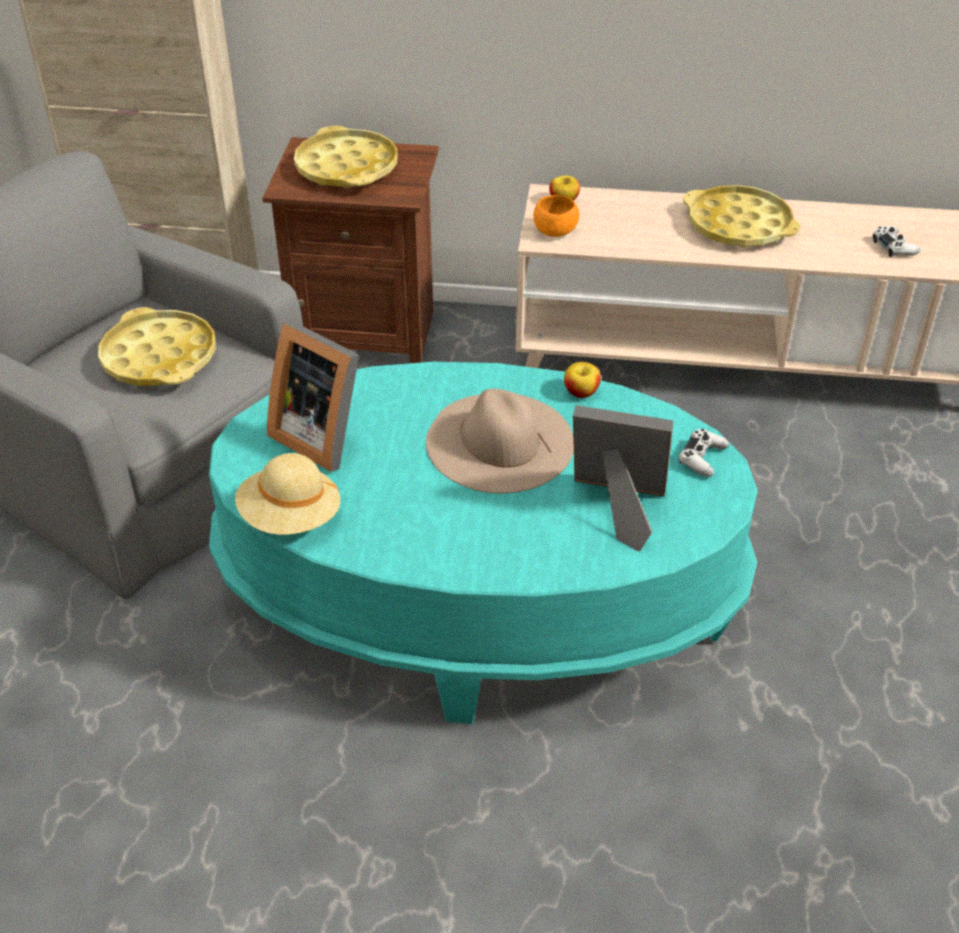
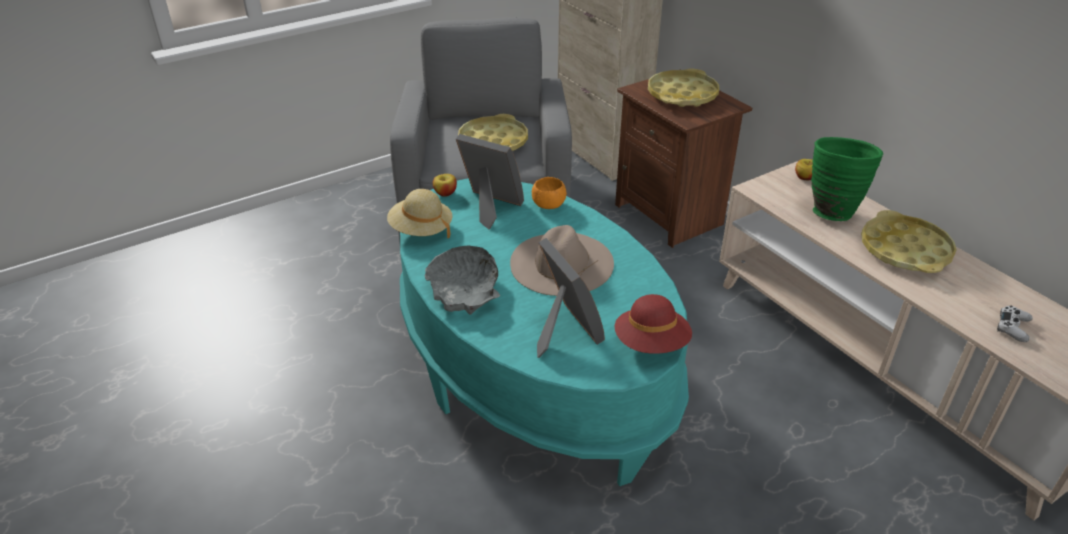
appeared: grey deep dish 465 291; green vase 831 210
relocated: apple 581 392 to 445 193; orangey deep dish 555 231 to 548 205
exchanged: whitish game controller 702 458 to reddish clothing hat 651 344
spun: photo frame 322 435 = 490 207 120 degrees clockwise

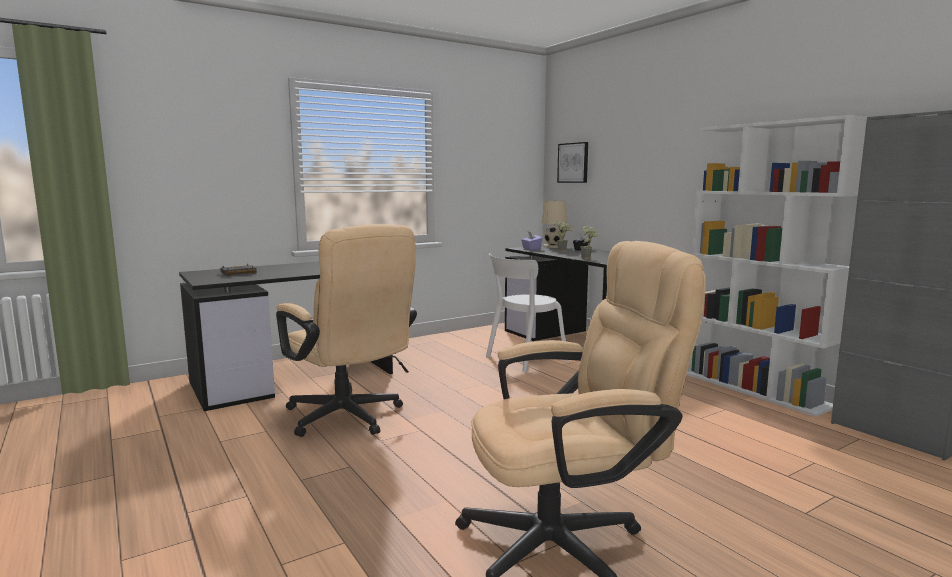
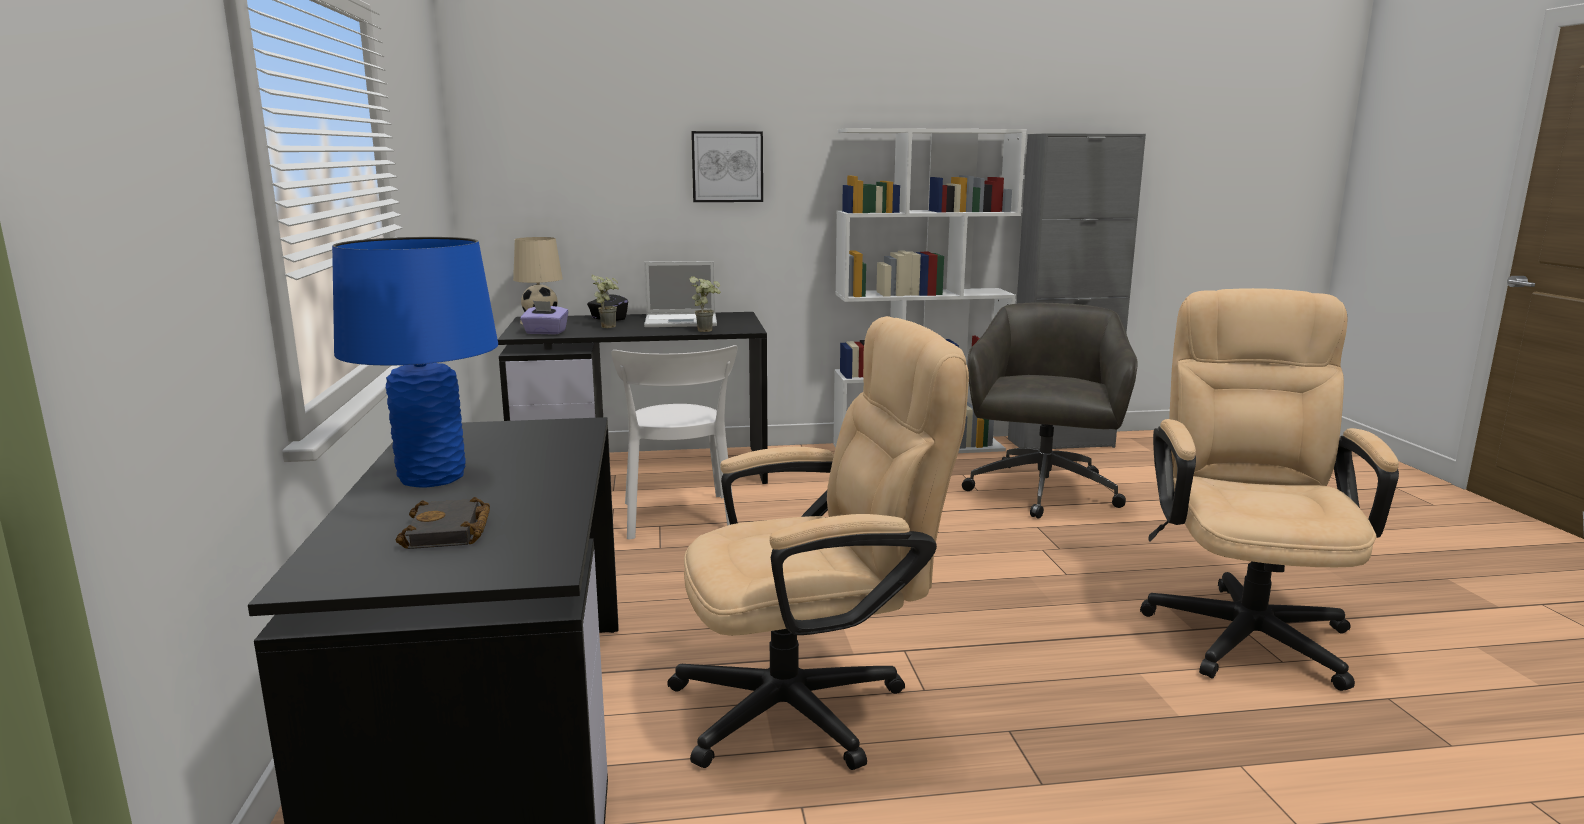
appeared: bluish lamp for a table 432 478; portable computer 682 321; grey desk chair 1042 493
relocated: picture 573 163 to 727 166

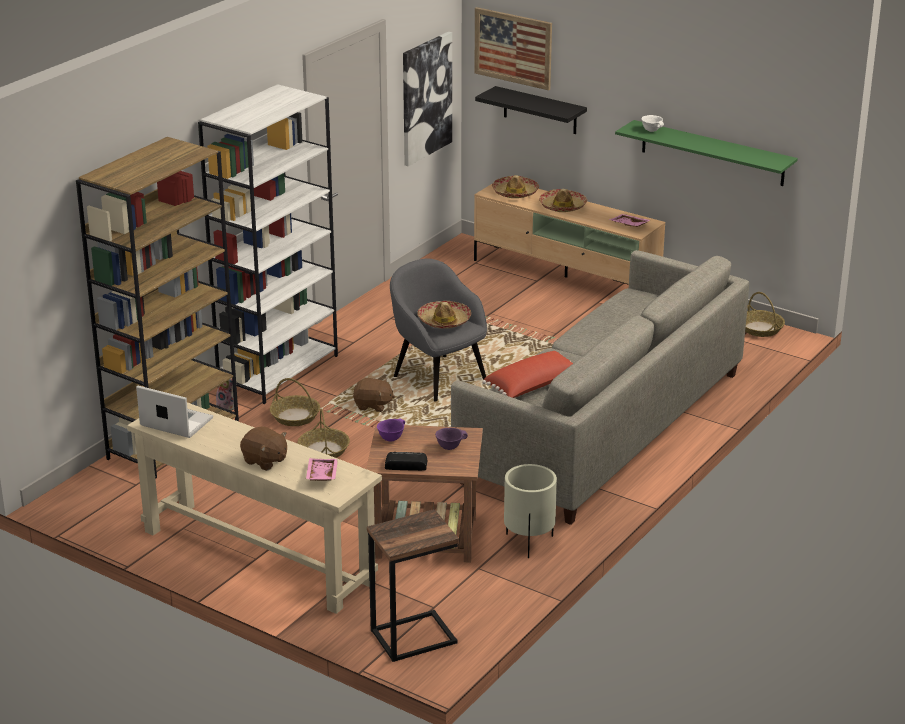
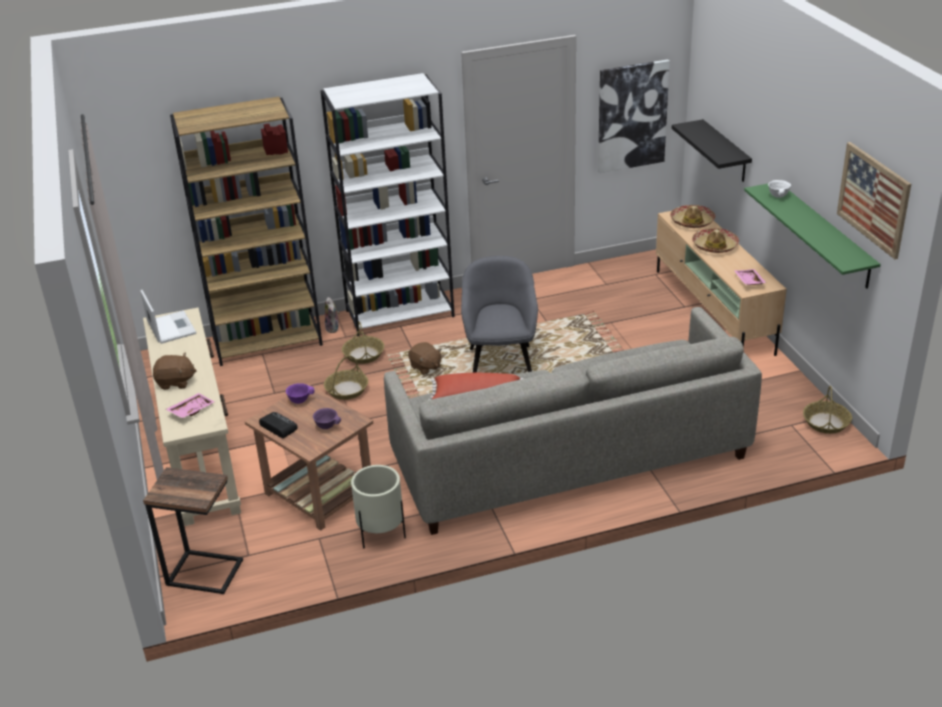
missing: clothing hat 444 321
relocated: picture 513 48 to 873 199
spun: brown cuddly toy 265 461 = 175 382 75 degrees counterclockwise

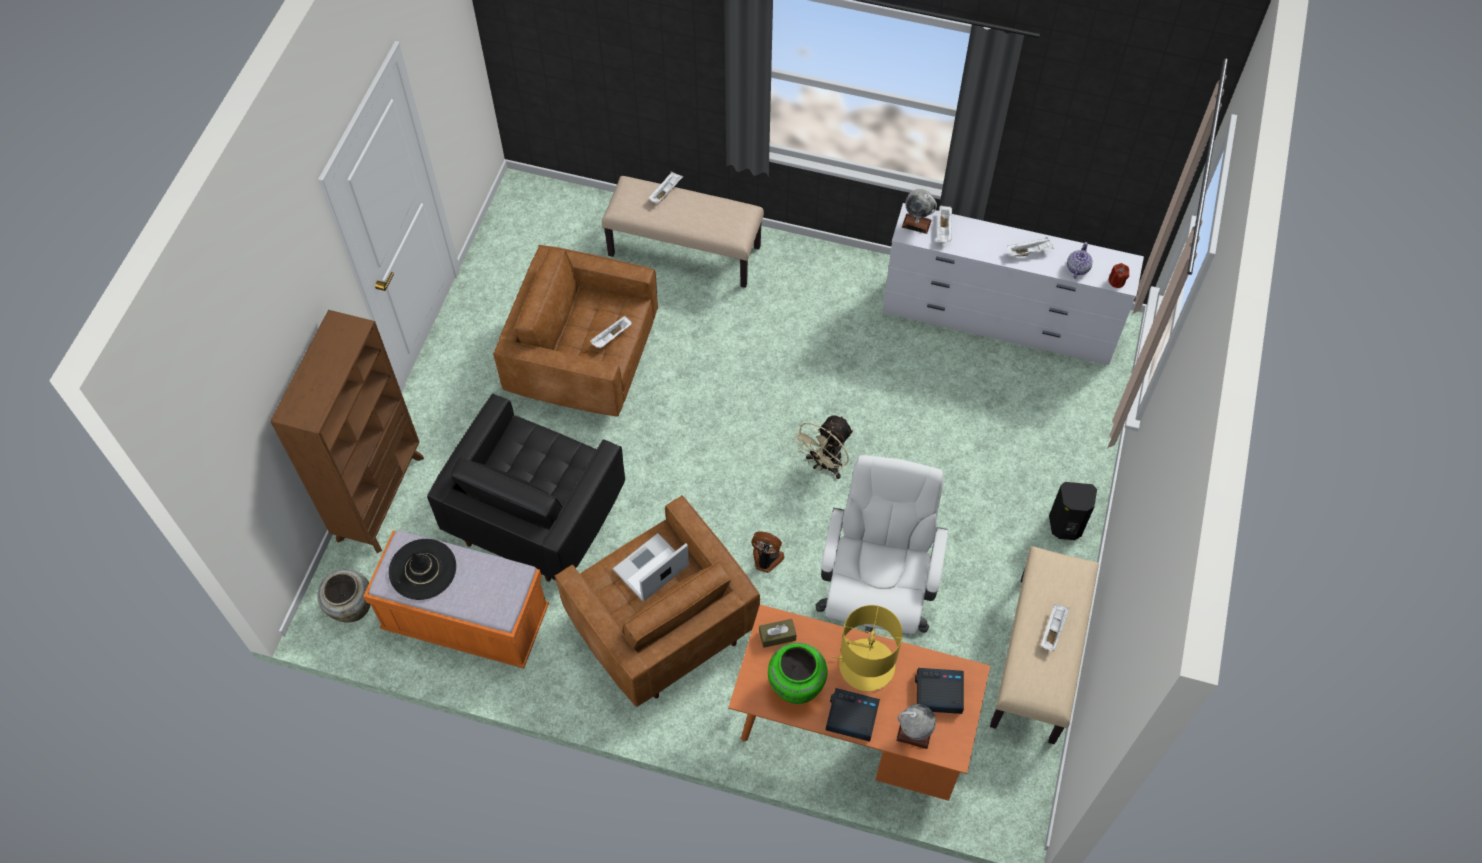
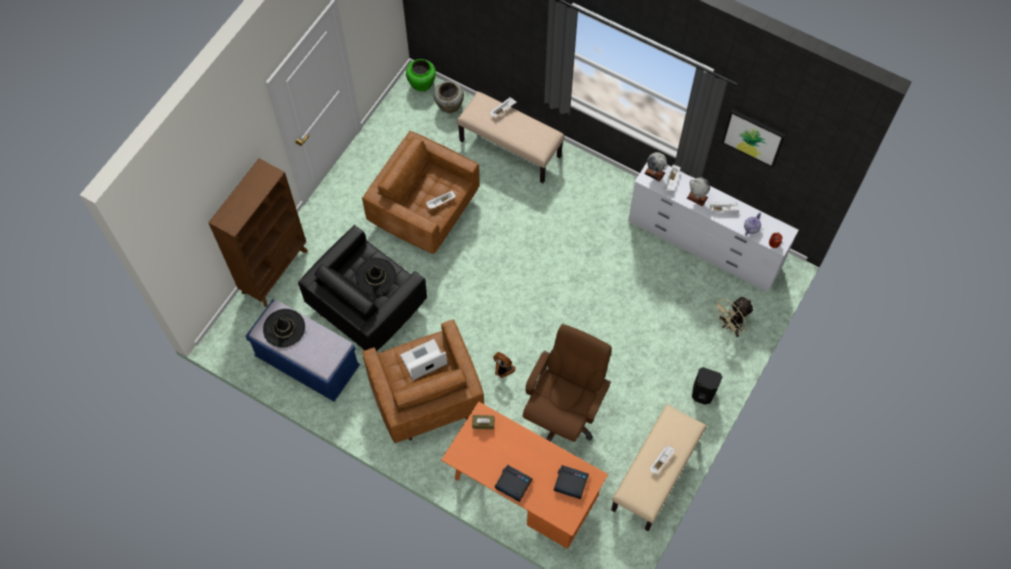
missing: yellow lamp for a table 866 665
appeared: blackish clothing hat 375 276; picture 753 137
relocated: green vase 796 685 to 422 83; sand-coloured vase 351 608 to 449 106; desk globe 913 734 to 697 197; sand-coloured cooling fan 824 465 to 730 326
colour: orangey bench 466 620 to bluish bench 308 362; whitish desk chair 874 601 to brown desk chair 563 412

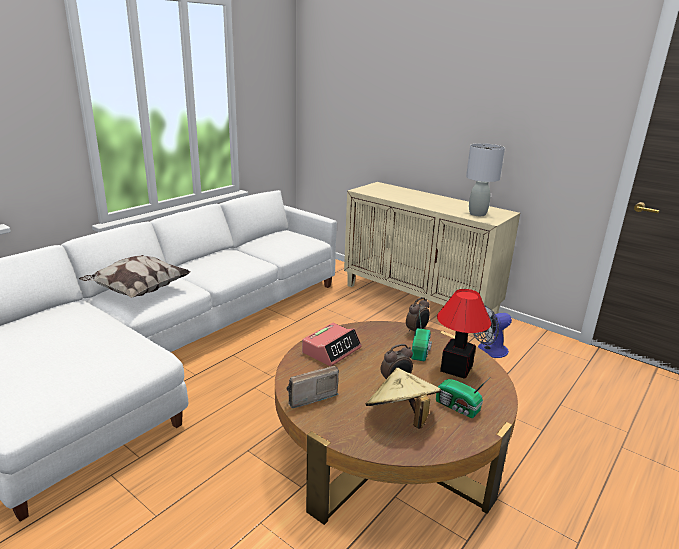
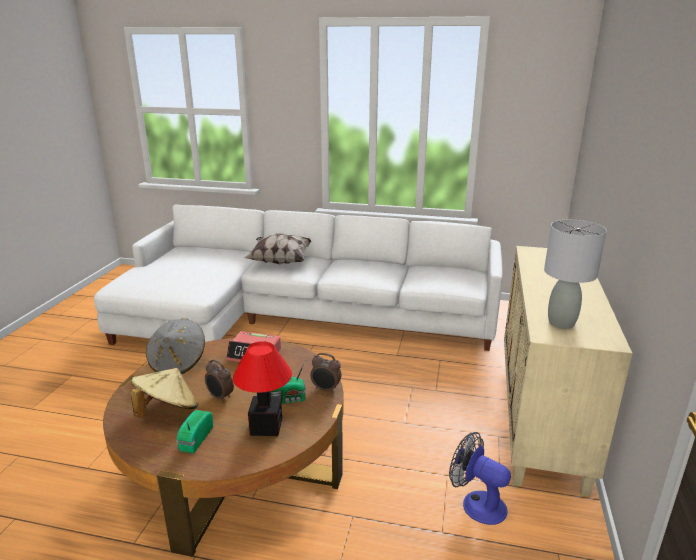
exchanged: radio 308 396 to grey clothing hat 178 363

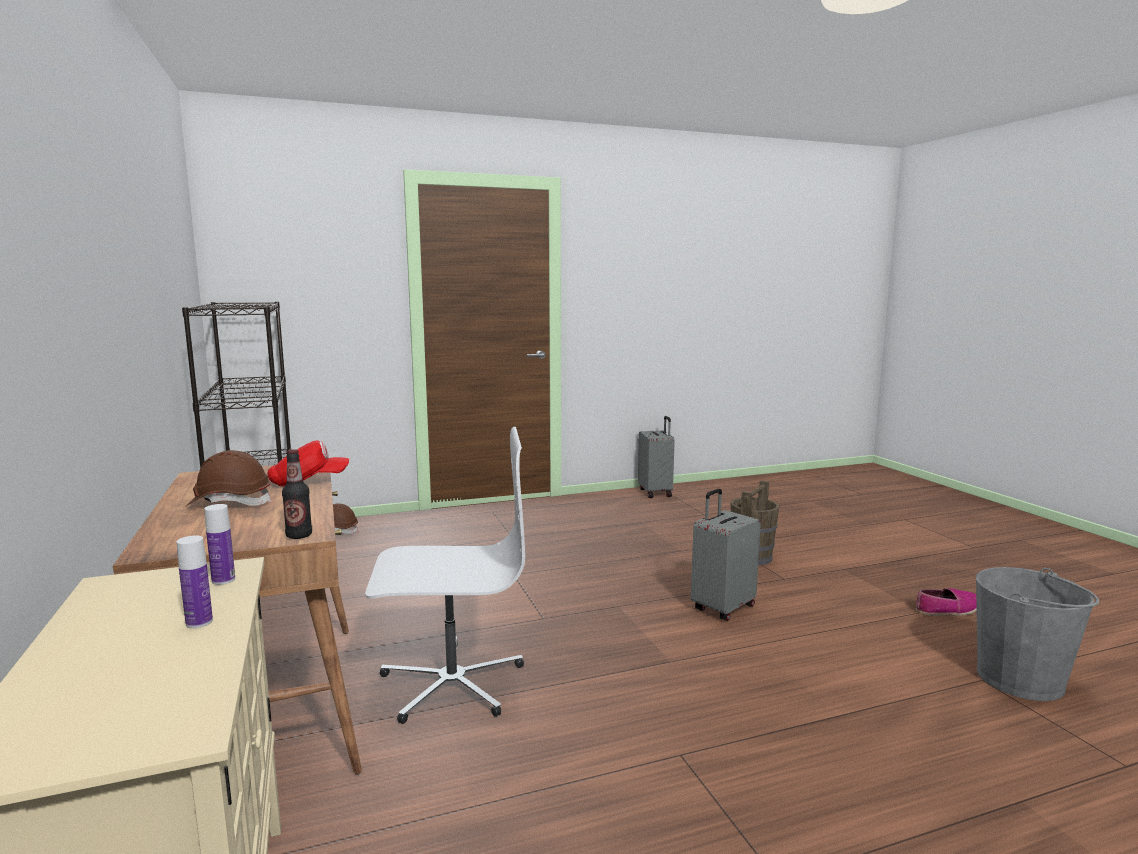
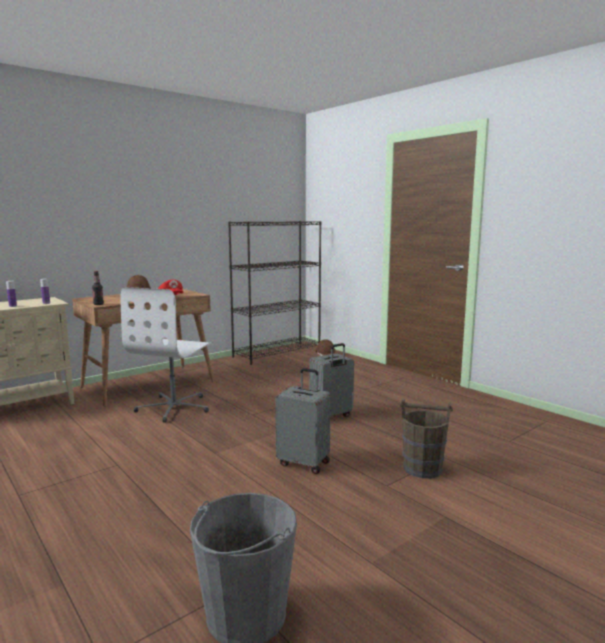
missing: item of footwear 947 609
relocated: grey suitcase 656 492 to 331 416
spun: whitish desk chair 451 682 = 174 408 45 degrees clockwise

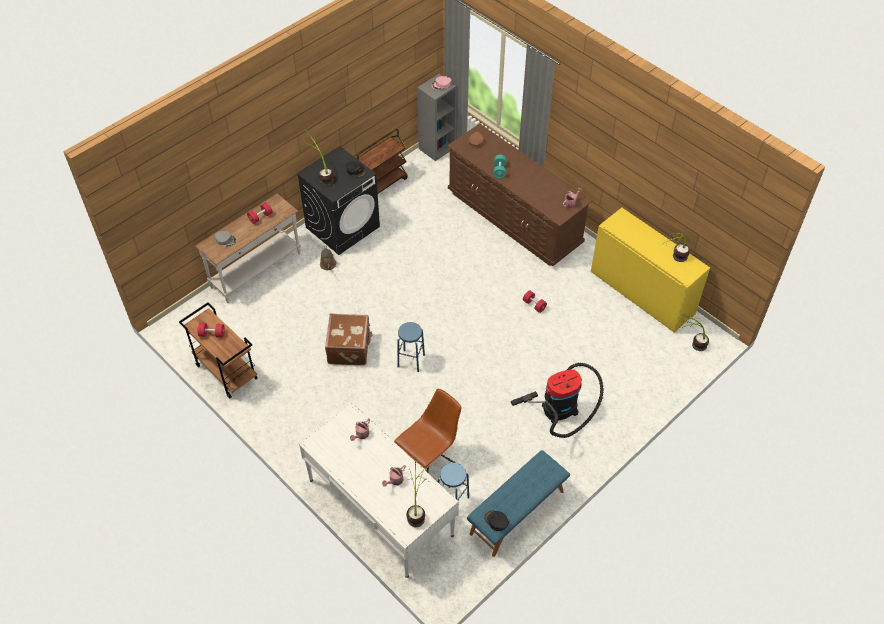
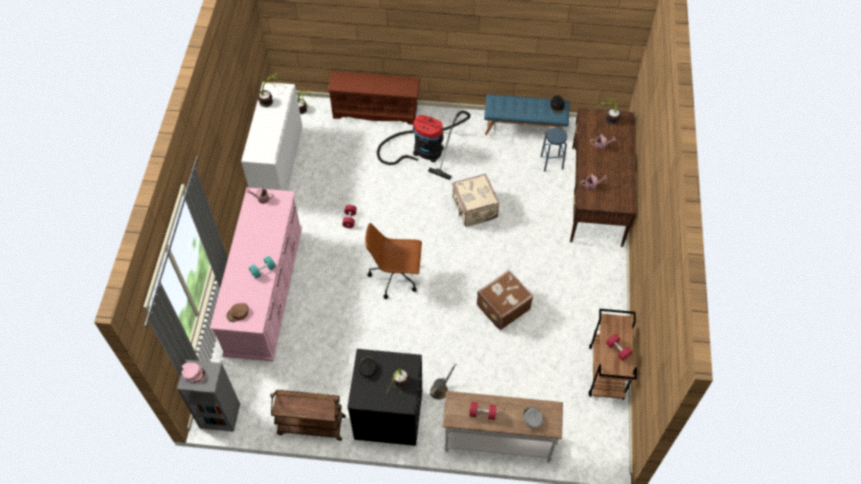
missing: bluish stool seat 411 361
appeared: brown shoe shelf 376 112; sand-coloured suitcase 474 208
relocated: brown desk chair 430 459 to 396 276
colour: brown drawer chest 514 218 to pink-coloured drawer chest 265 292; yellow storage cabinet 642 293 to whitish storage cabinet 278 164; whitish desk unit 380 507 to brown desk unit 596 195

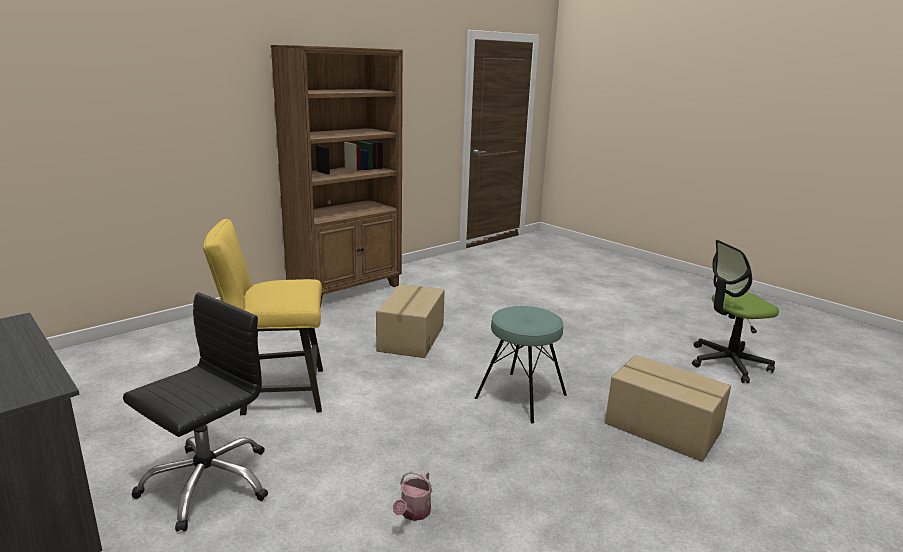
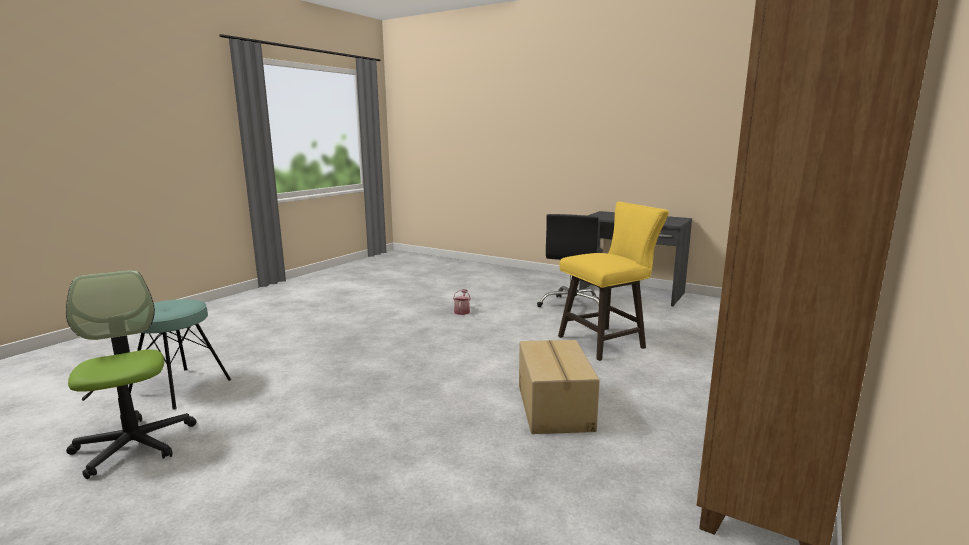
missing: carton 662 428
relocated: turquoise-coloured stool seat 521 396 to 180 388
spun: desk chair 728 363 = 134 445 90 degrees counterclockwise

